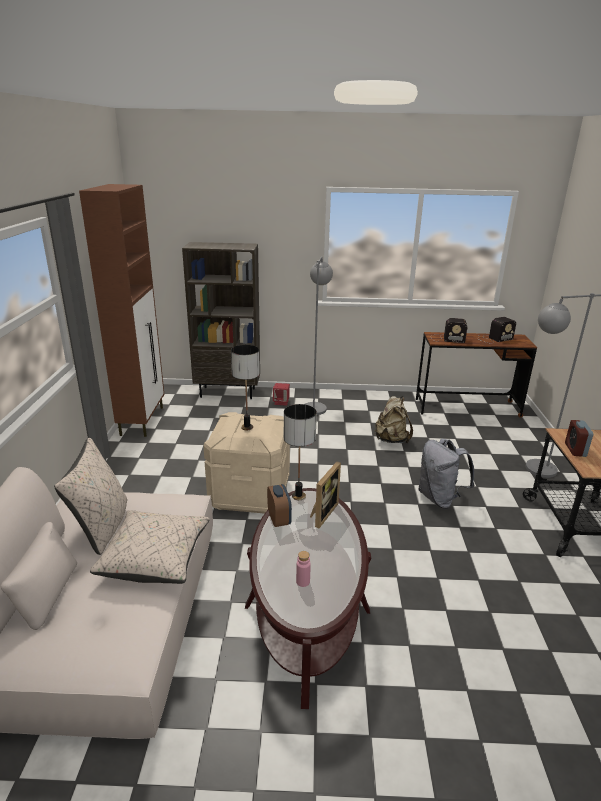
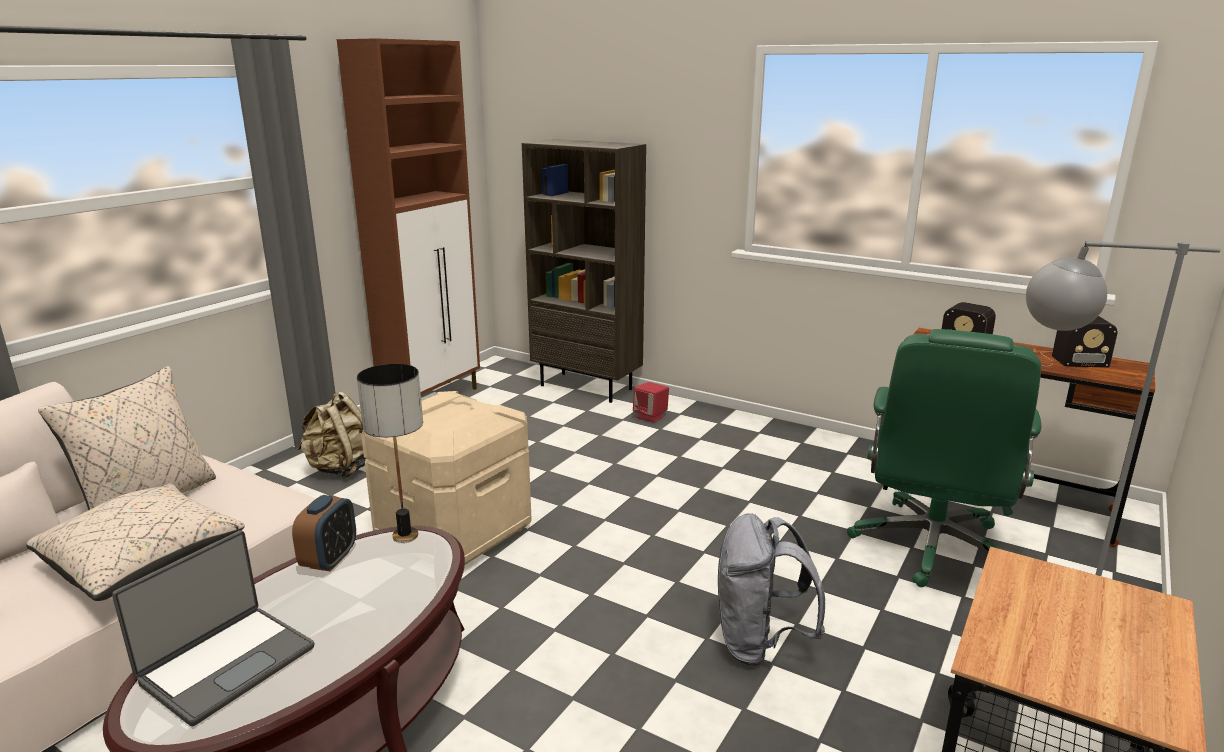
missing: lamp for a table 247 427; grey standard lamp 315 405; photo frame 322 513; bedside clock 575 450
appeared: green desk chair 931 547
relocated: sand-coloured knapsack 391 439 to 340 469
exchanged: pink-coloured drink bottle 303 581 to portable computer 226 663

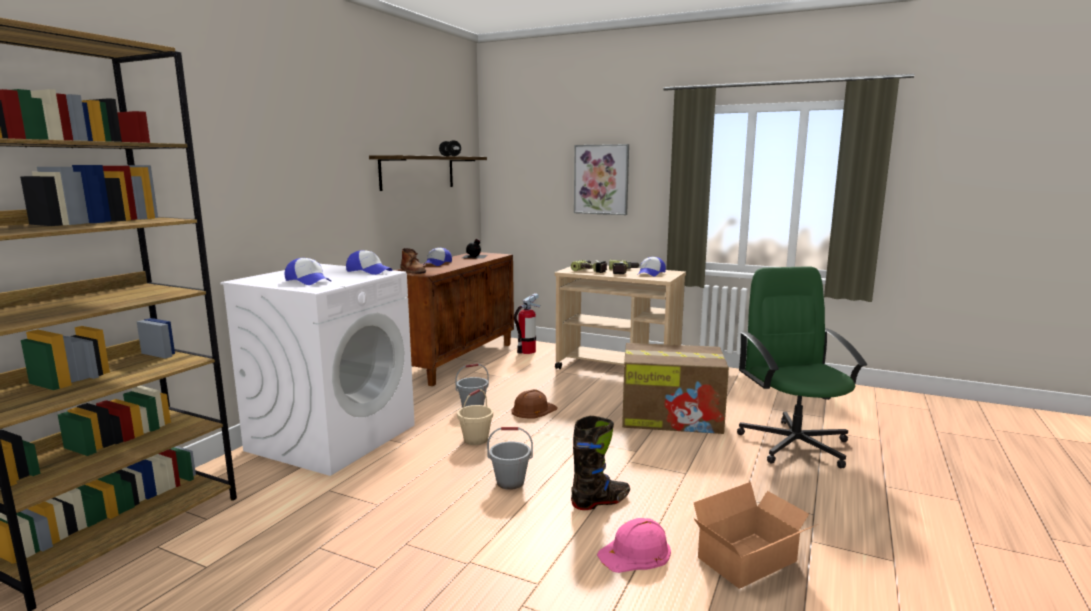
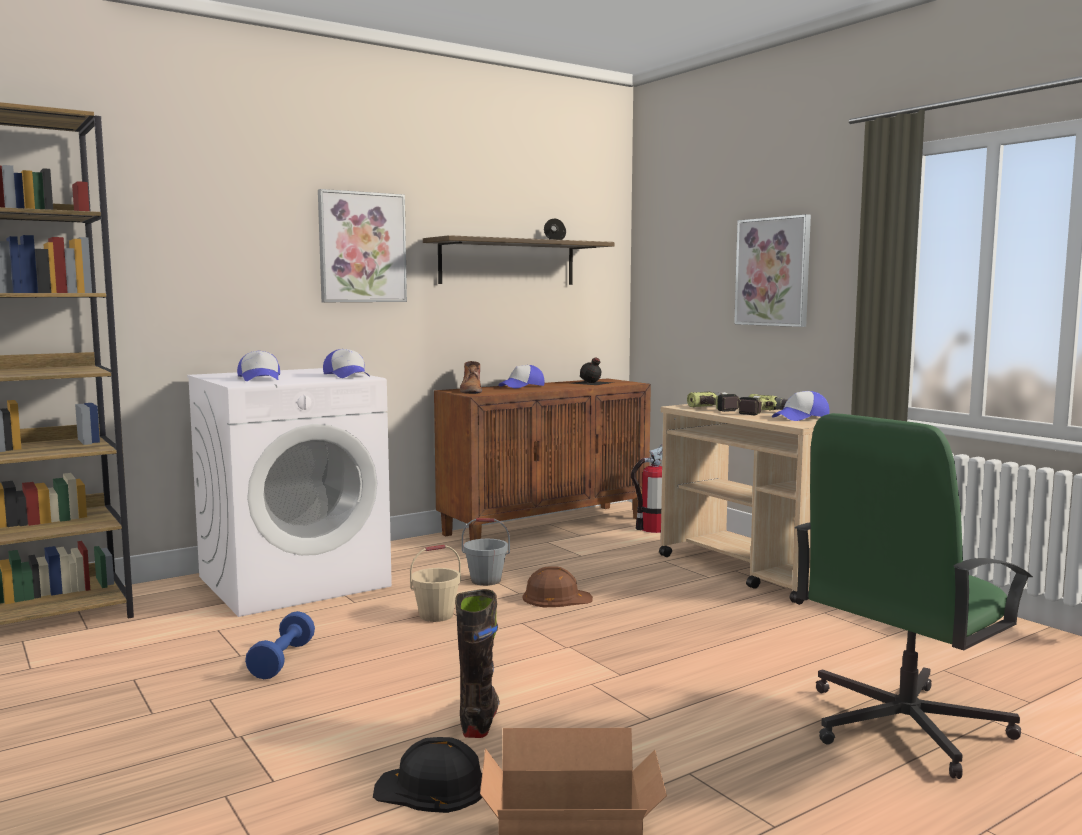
missing: grey pail 510 482; carton 672 417
appeared: bluish dumbbell 282 660; picture 362 247
colour: pink-coloured work helmet 635 553 to blackish work helmet 432 787
spun: blackish boot 601 501 = 480 719 90 degrees counterclockwise; green desk chair 794 444 = 902 726 150 degrees counterclockwise

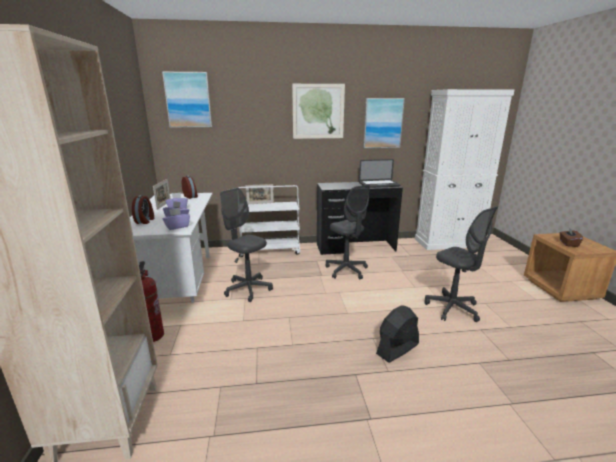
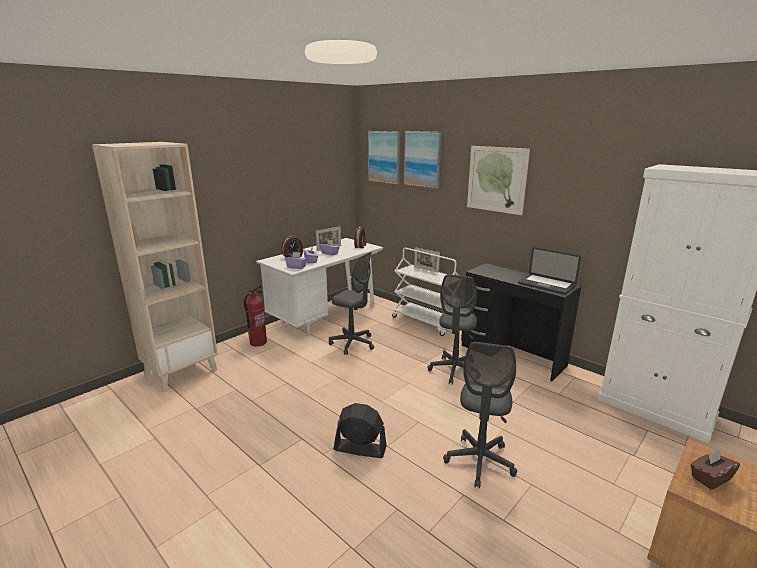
relocated: picture 382 123 to 423 159
spun: grey desk chair 248 289 = 352 343 120 degrees clockwise

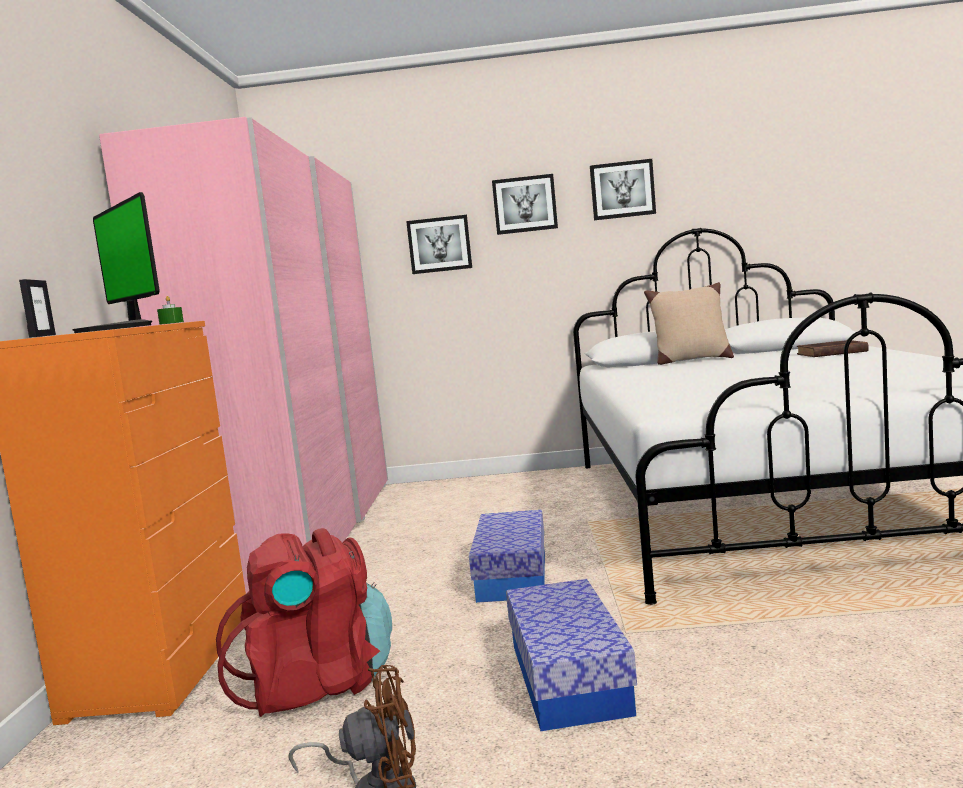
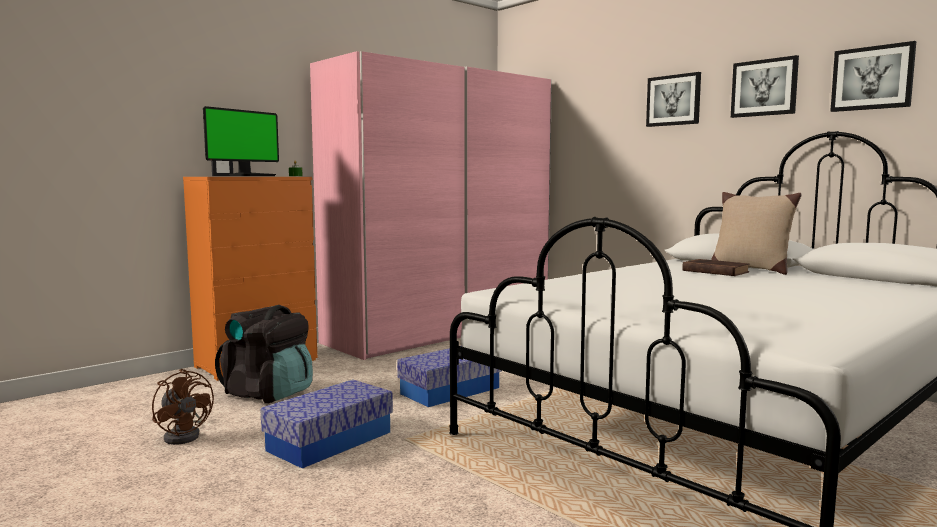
relocated: brown book 830 353 to 713 271; picture 439 244 to 872 78
colour: reddish knapsack 317 684 to blackish knapsack 269 393
spun: monitor 117 328 = 251 176 150 degrees counterclockwise

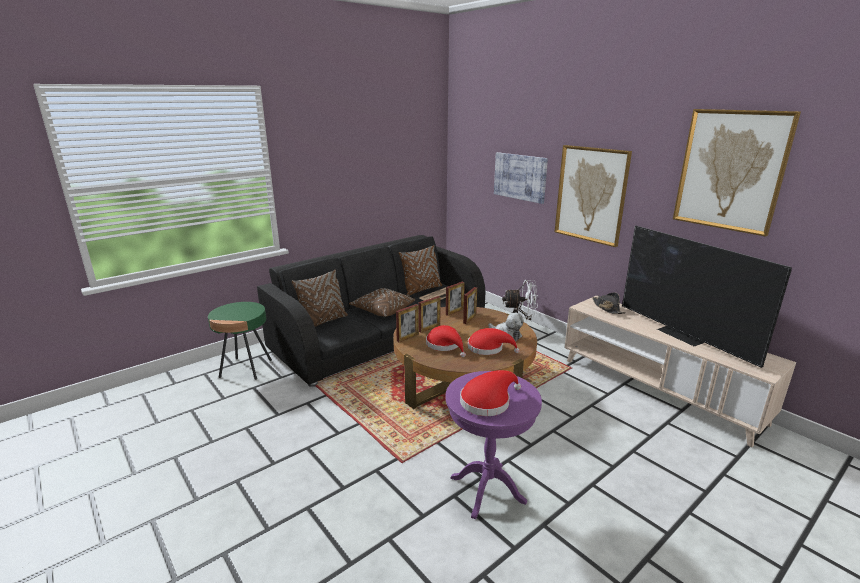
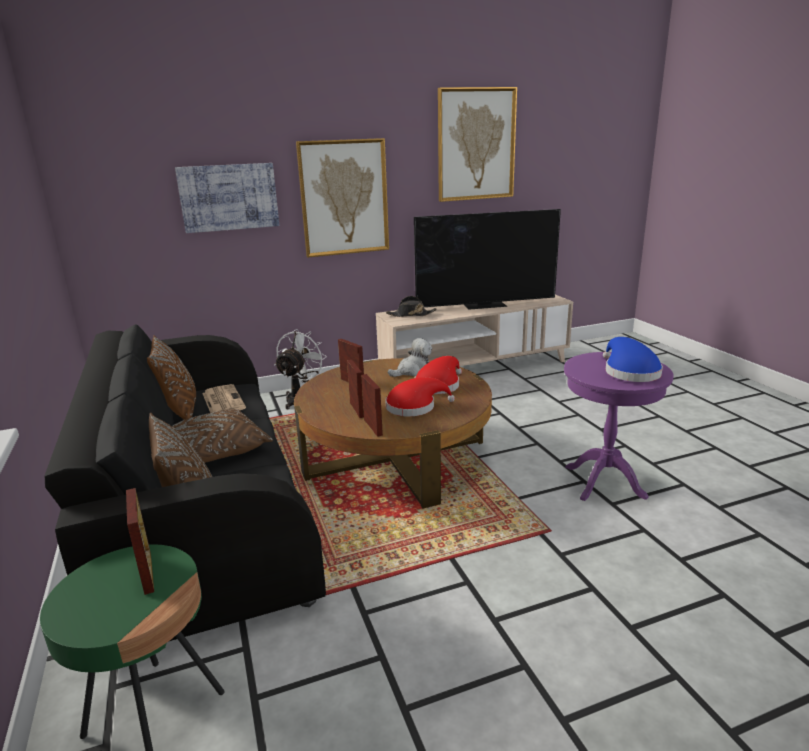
relocated: photo frame 454 312 to 147 573
colour: reddish clothing hat 488 401 to bluish clothing hat 629 372

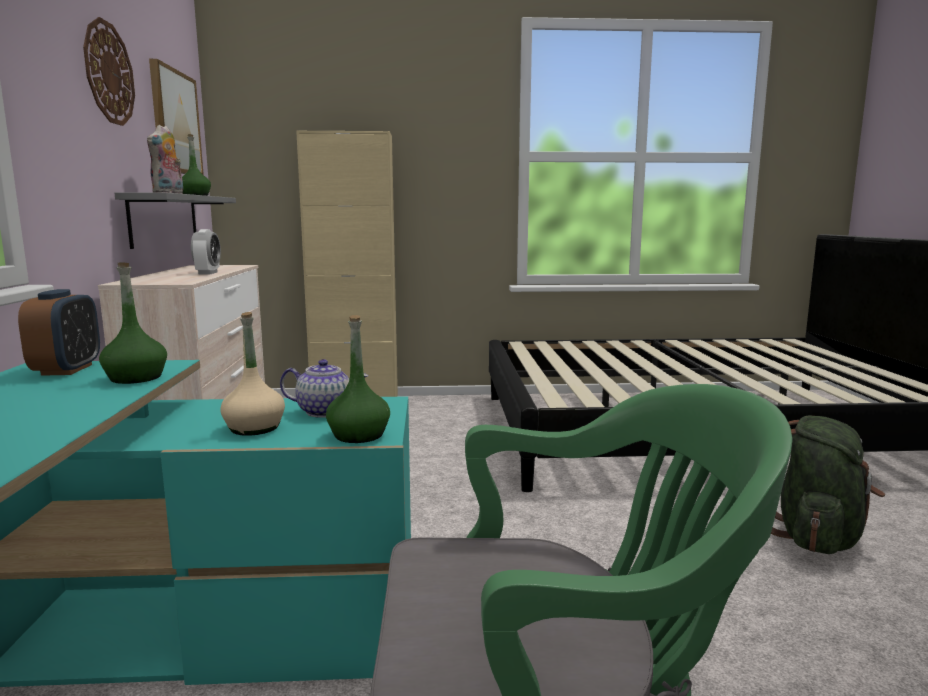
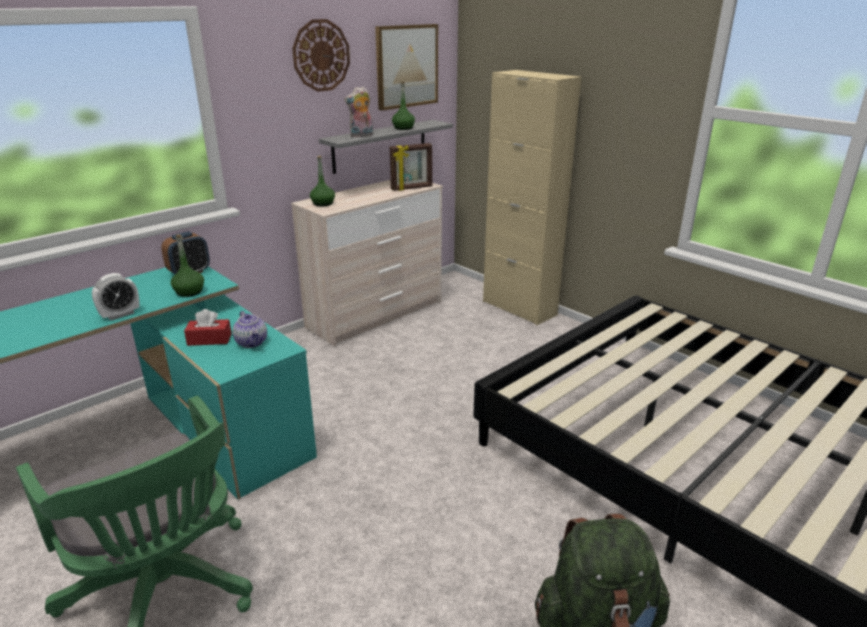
appeared: photo frame 411 188
relocated: bedside clock 208 273 to 120 315; green drink bottle 359 435 to 323 204
exchanged: sand-coloured drink bottle 254 428 to reddish box of tissues 209 339

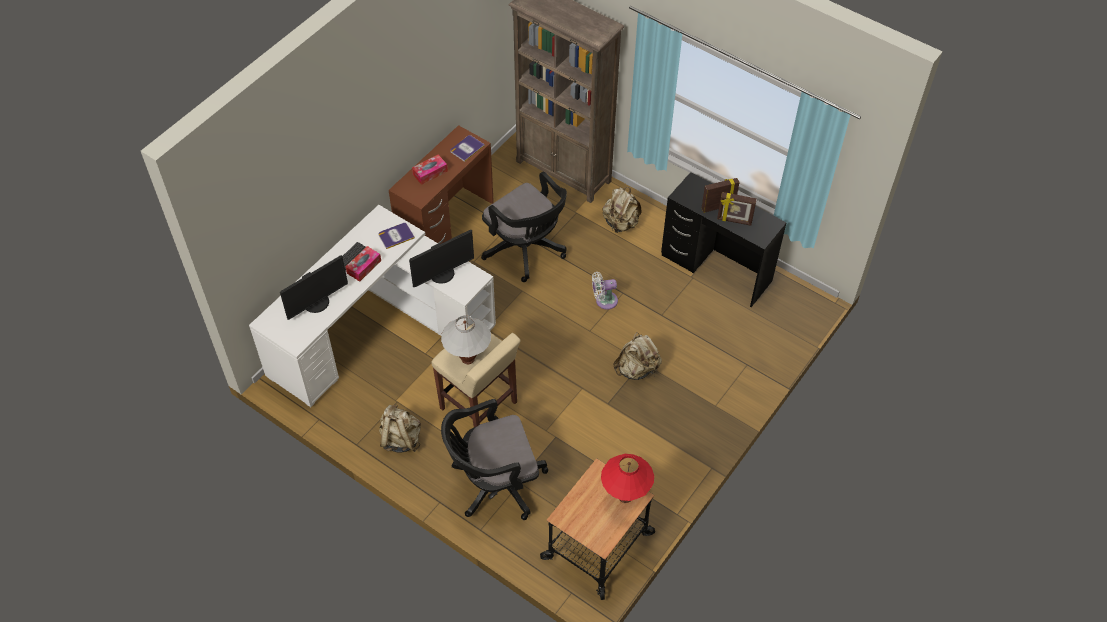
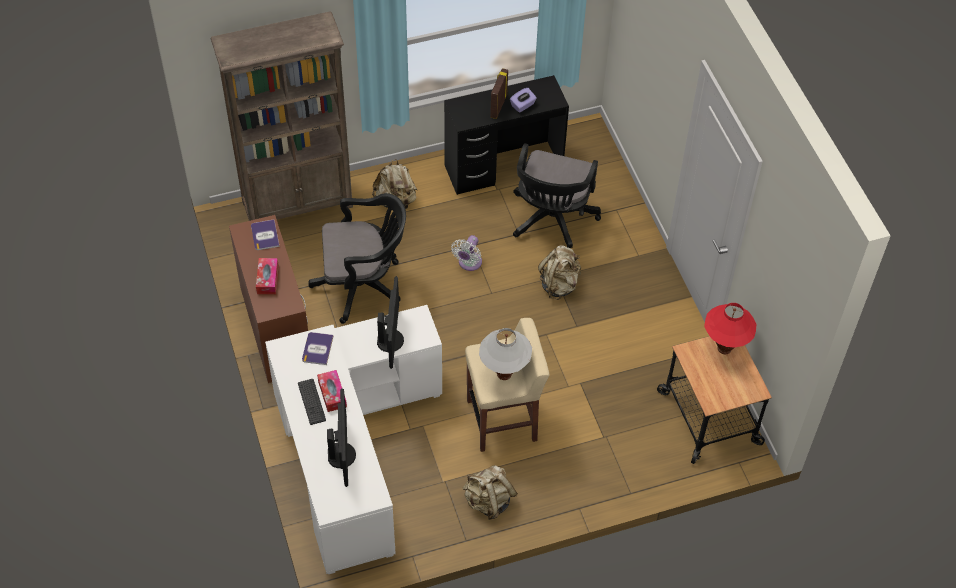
relocated: blackish desk chair 494 484 to 551 221
exchanged: photo frame 734 221 to purple box of tissues 523 105

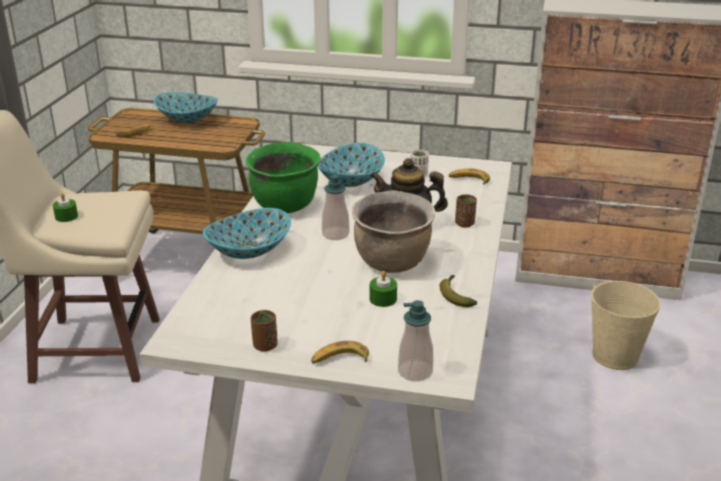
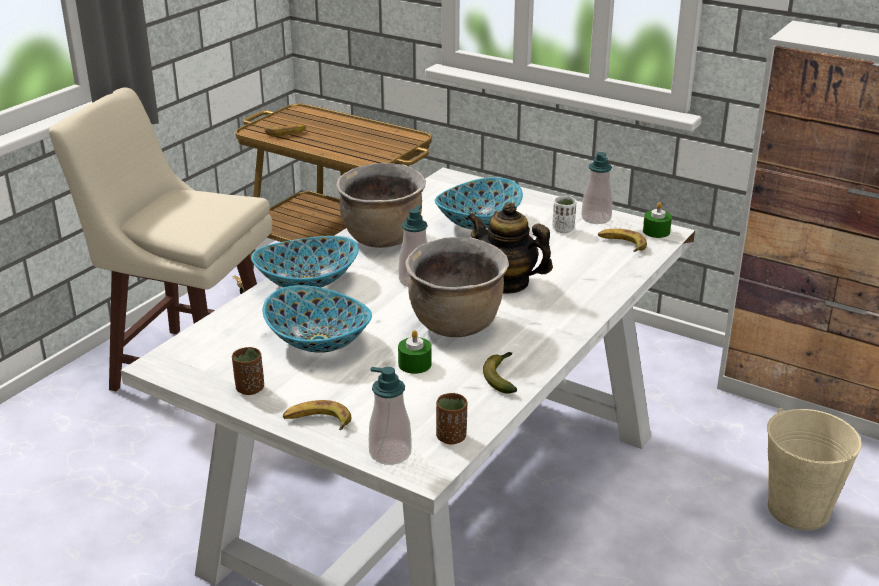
appeared: soap bottle 596 218
relocated: deep dish 187 119 to 318 342; brown drinking cup 464 224 to 451 437; green wax light 66 216 to 656 231
colour: green stockpot 285 206 to brown stockpot 382 239

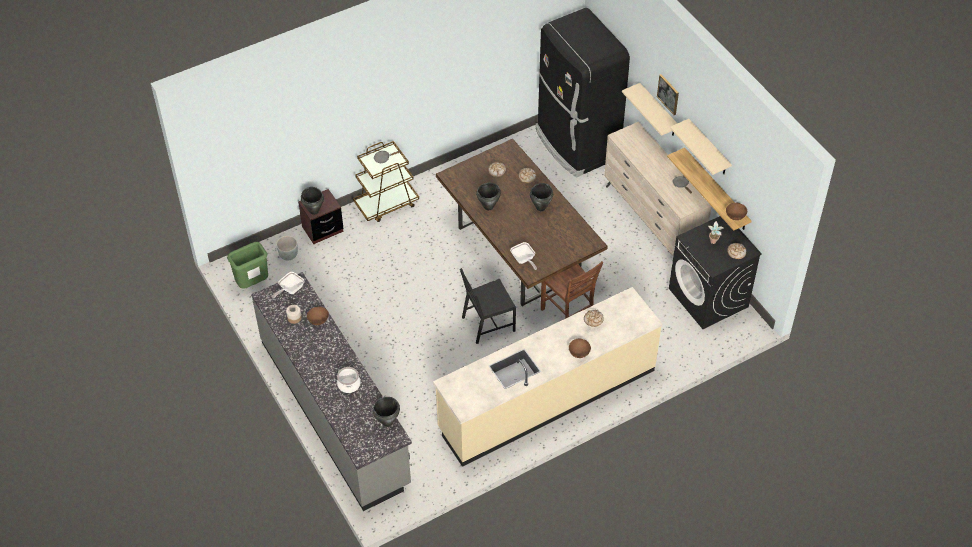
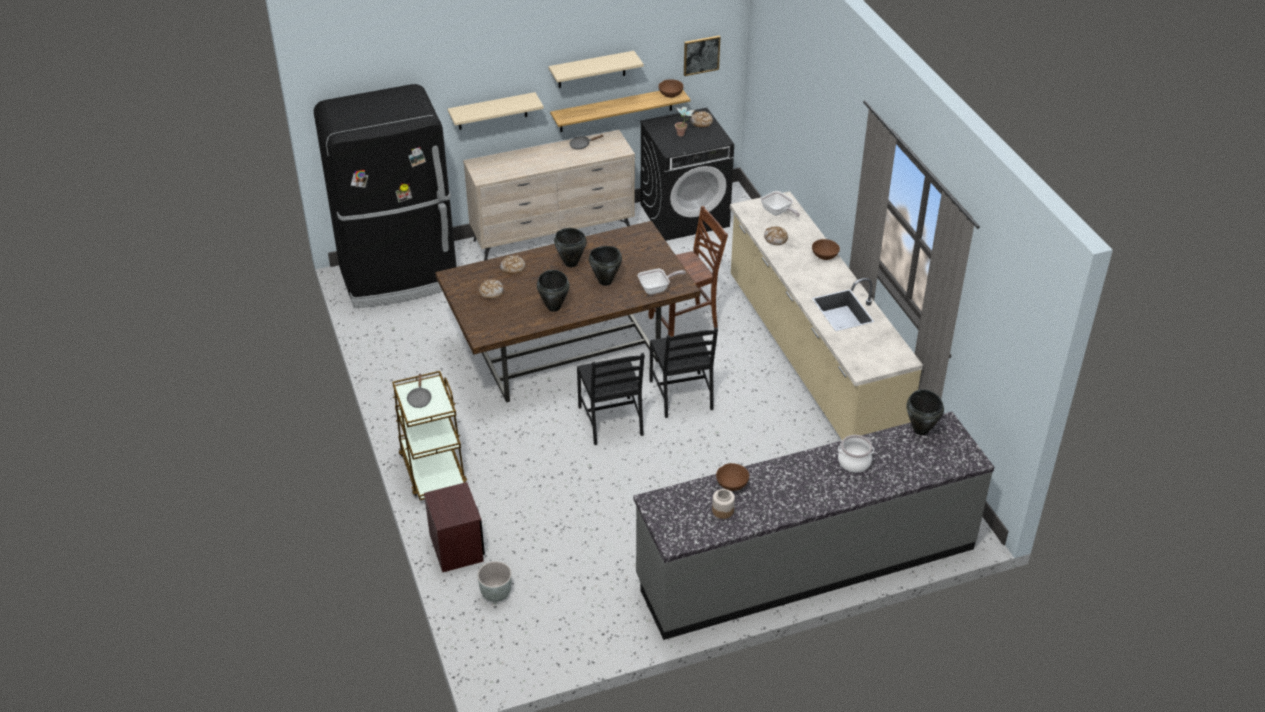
missing: green rubbish bin 252 283
appeared: blackish chair 611 421
relocated: blackish stockpot 314 211 to 605 281; picture 668 94 to 701 55; frying pan 290 290 to 778 212

